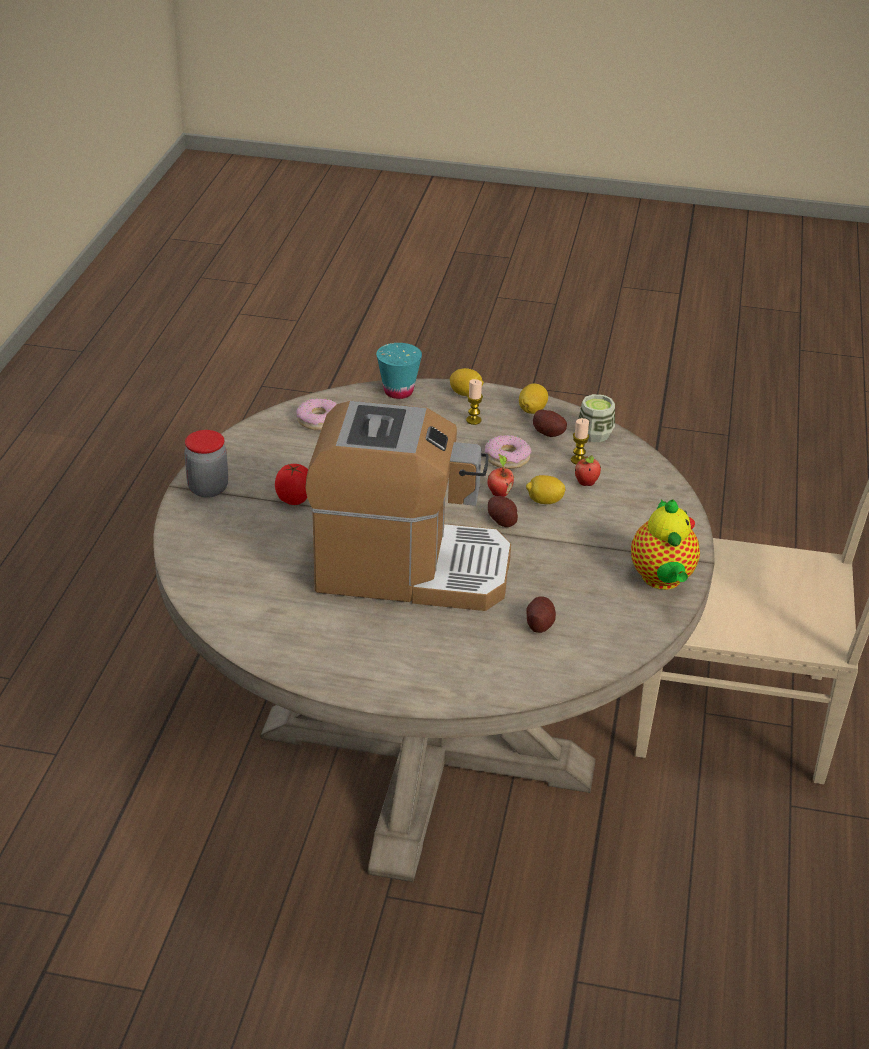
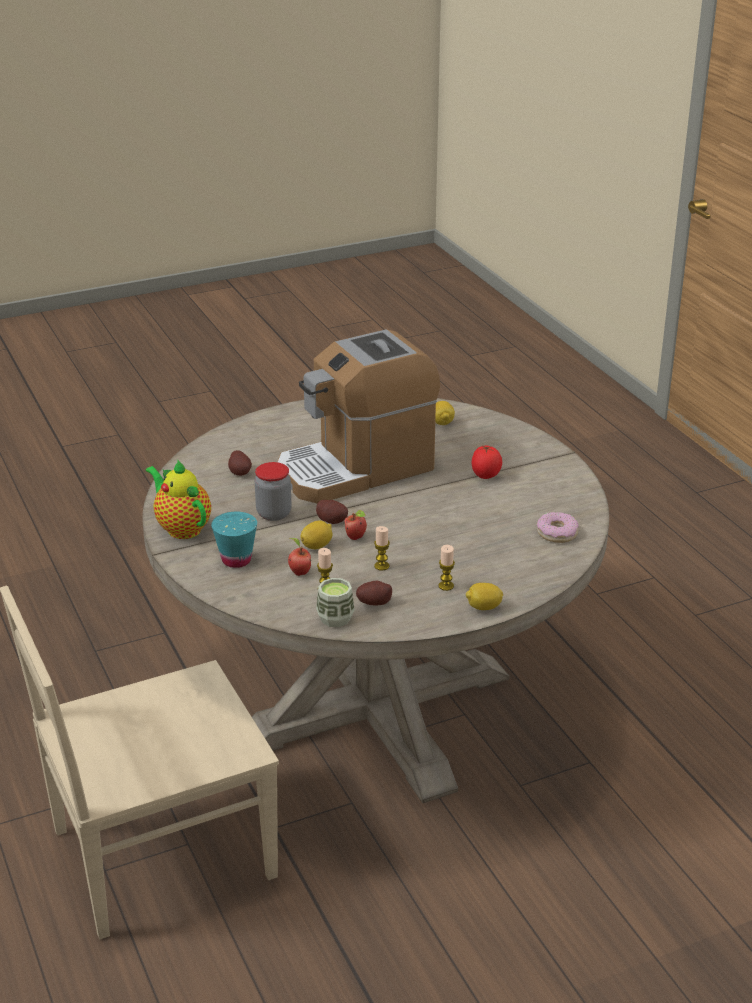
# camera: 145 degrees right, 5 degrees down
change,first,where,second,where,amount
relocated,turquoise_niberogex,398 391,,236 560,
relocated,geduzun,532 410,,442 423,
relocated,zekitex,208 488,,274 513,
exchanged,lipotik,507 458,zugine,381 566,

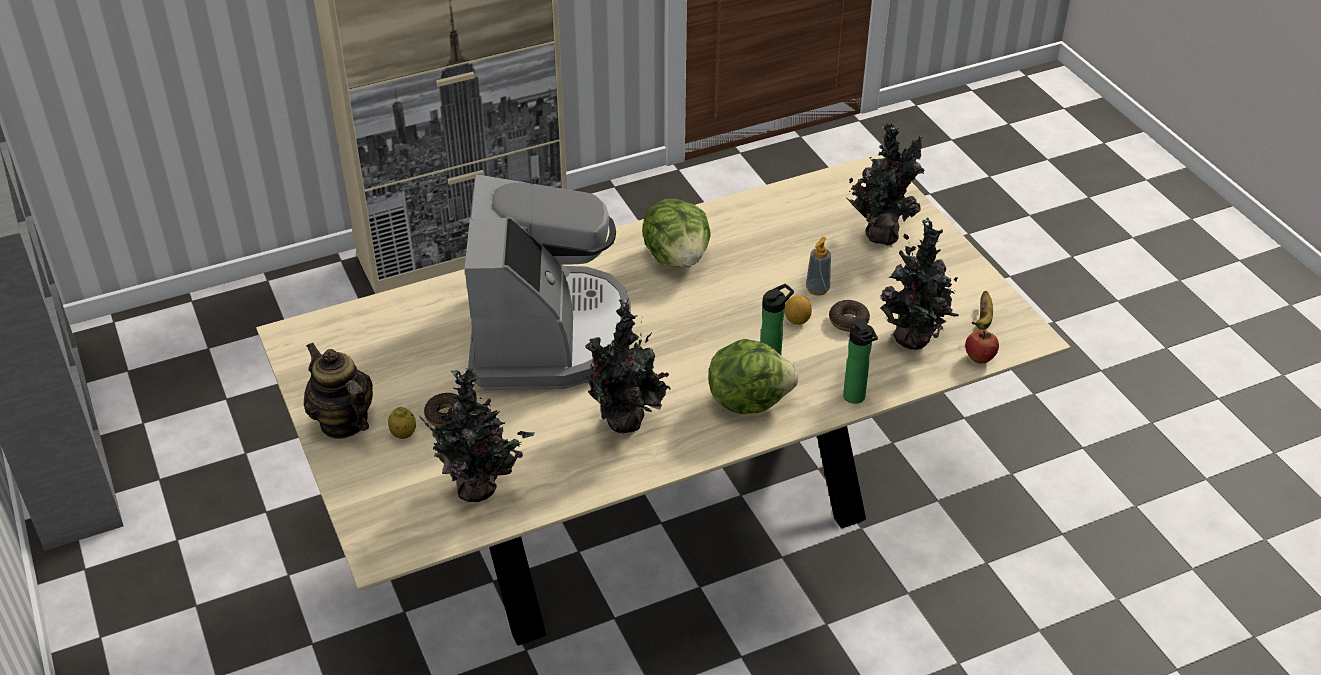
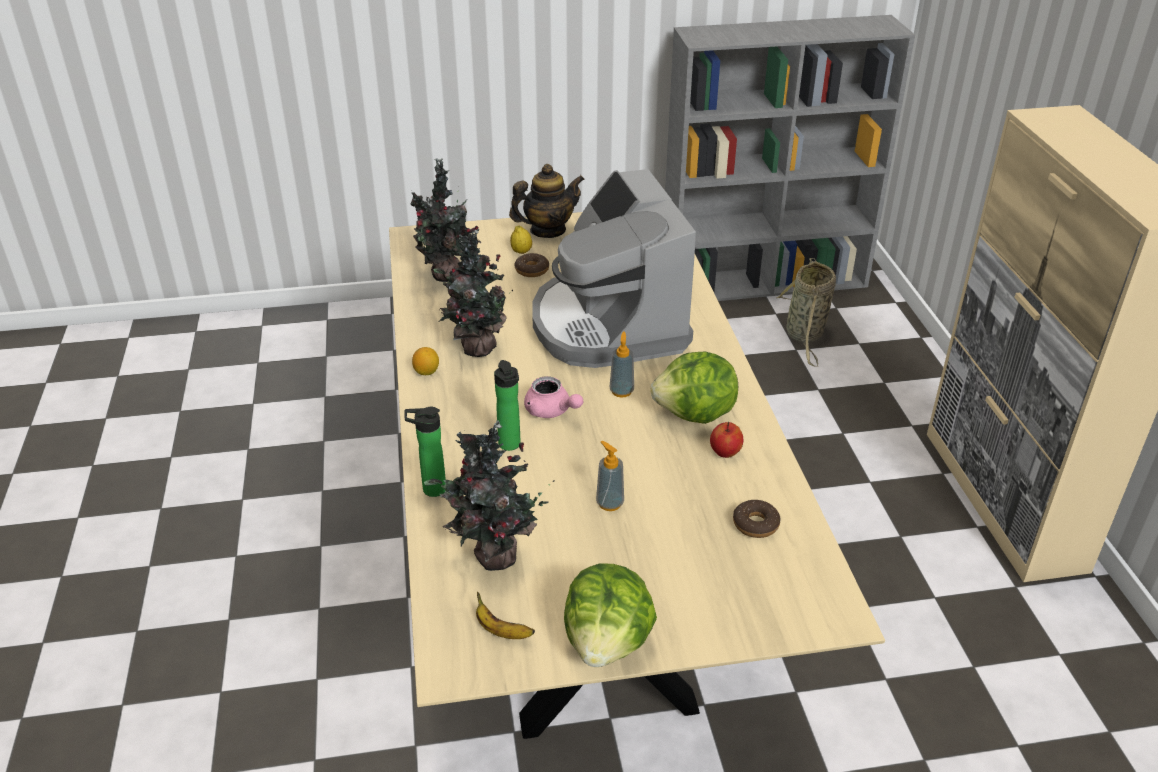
# camera: 105 degrees right, 5 degrees down
change,first,where,second,where,amount
missing,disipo,882 234,,,
spun,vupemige,547 334,,608 325,60 degrees clockwise
relocated,geduzun,797 320,,426 372,
relocated,lipotik,848 321,,755 524,
relocated,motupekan,979 358,,725 452,
relocated,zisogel,748 399,,608 642,
appeared,,,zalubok,805 335,
appeared,,,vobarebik,621 391,
appeared,,,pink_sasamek,551 411,

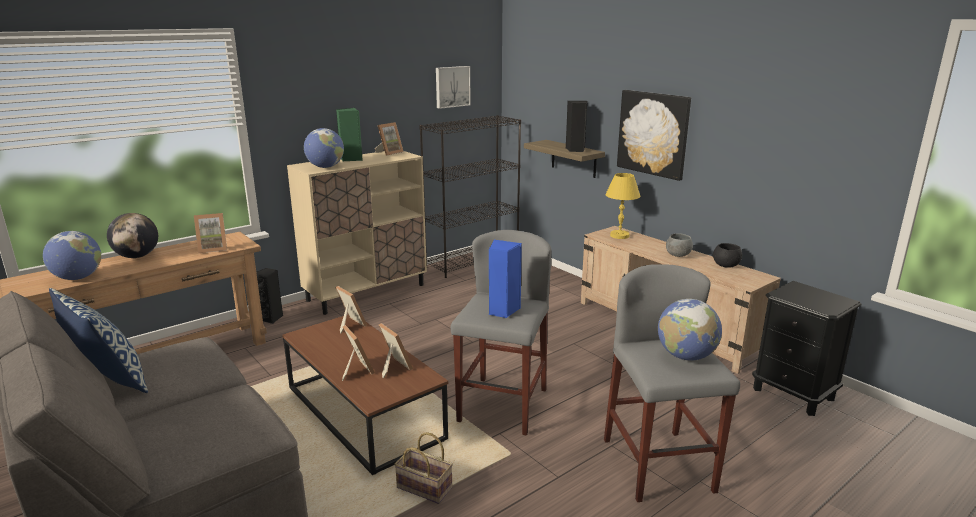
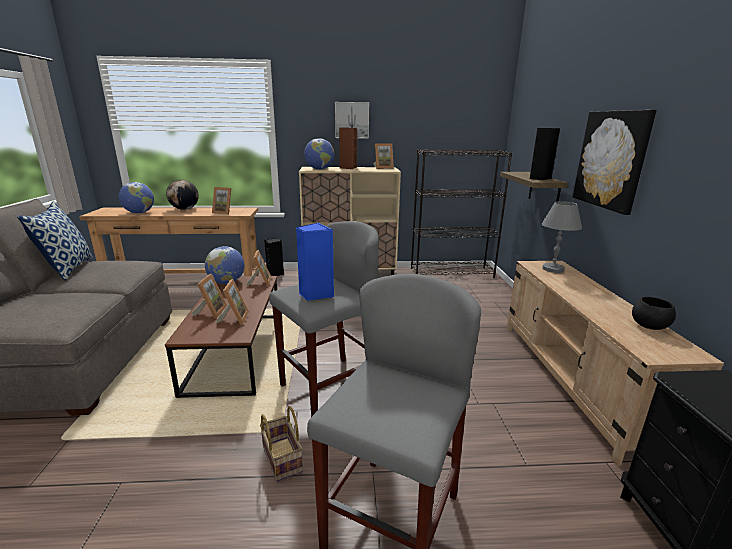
# camera: 35 degrees right, 0 degrees up
change,first,where,second,where,amount
relocated,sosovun,452 86,,351 120,
colour,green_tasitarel,351 159,brown_tasitarel,348 168,
colour,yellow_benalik,619 235,grey_benalik,552 269,
missing,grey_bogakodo,677 255,,,
relocated,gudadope,686 356,,227 282,
relocated,zalubok,422 488,,280 458,

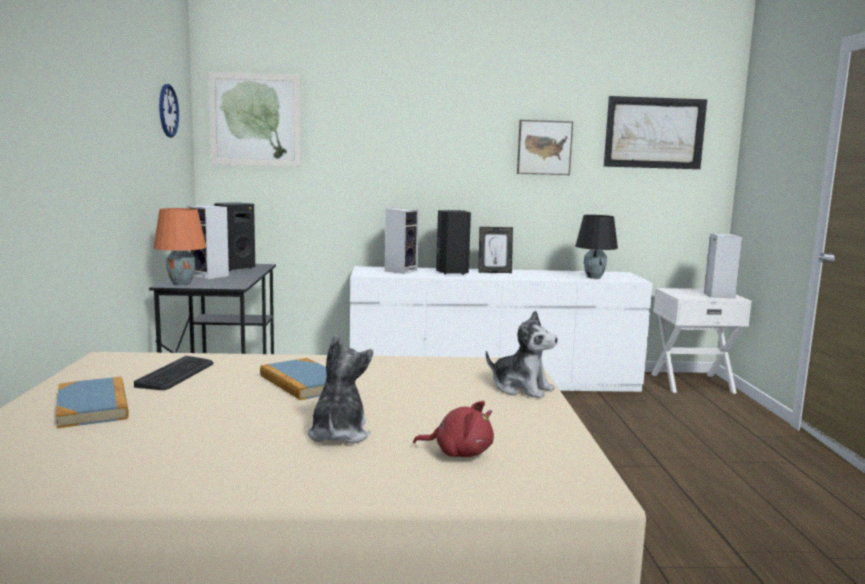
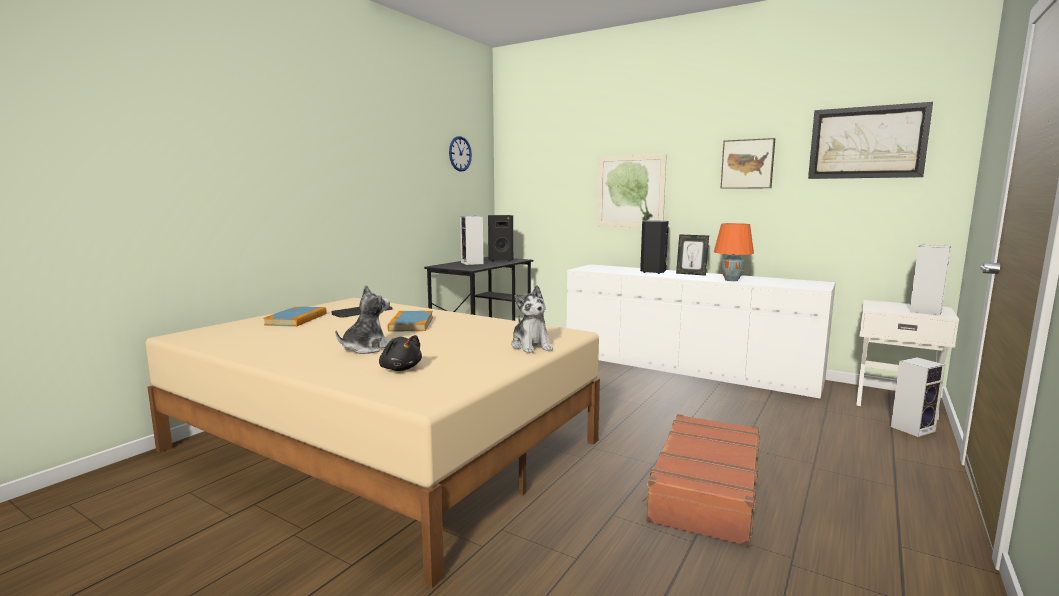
# camera: 35 degrees right, 0 degrees up
change,first,where,second,where,amount
relocated,sosovun,255 120,,630 191,
relocated,orange_benalik,182 284,,732 280,
relocated,tasitarel,401 271,,913 428,
missing,black_benalik,594 277,,,
colour,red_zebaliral,459 453,black_zebaliral,400 369,
appeared,,,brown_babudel,704 490,

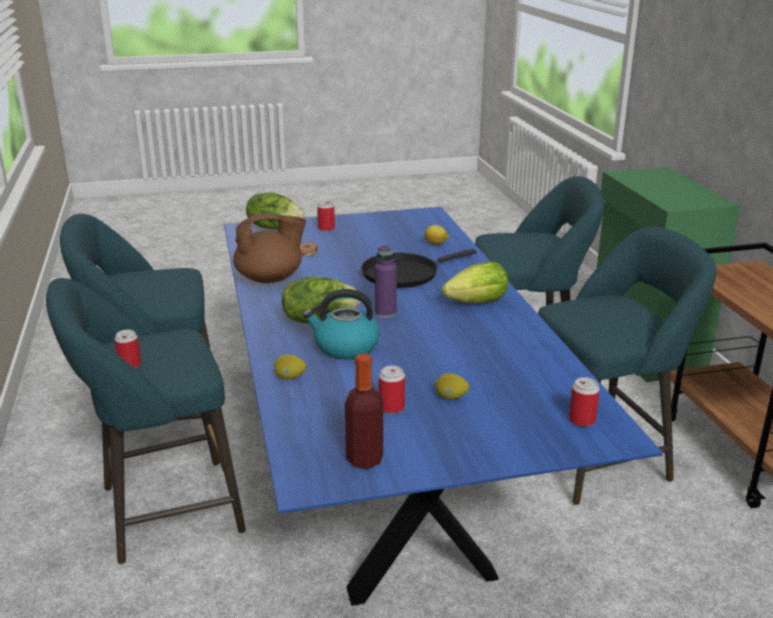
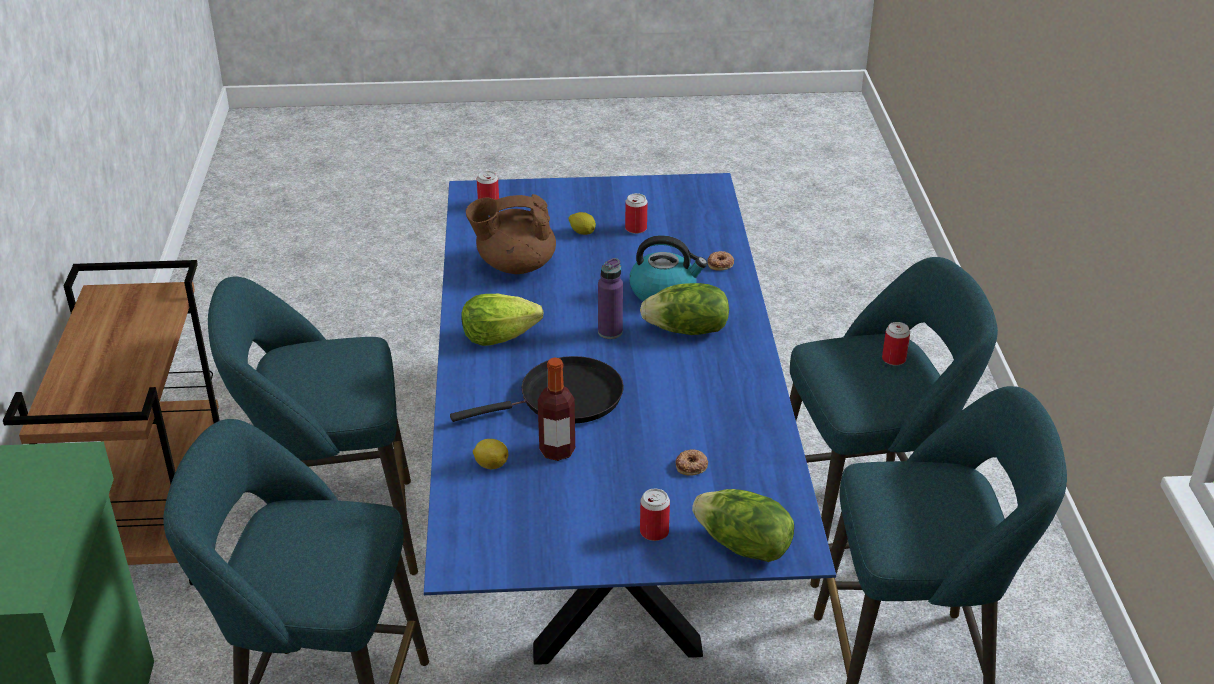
# camera: 170 degrees left, 10 degrees up
change,first,where,second,where,amount
relocated,brown_sasamek,270 278,,515 265,
relocated,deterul,364 459,,557 451,
exchanged,geduzun,290 377,lipotik,720 264,

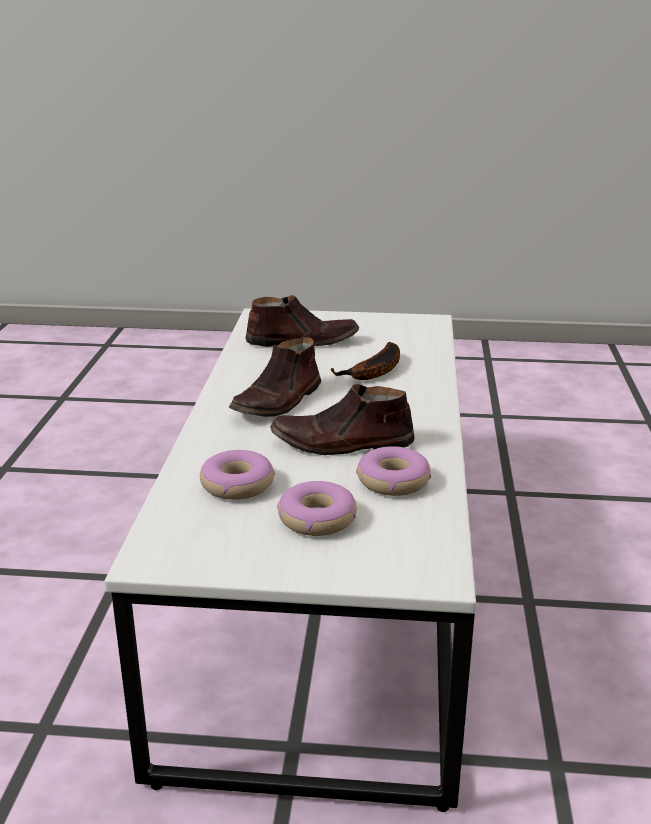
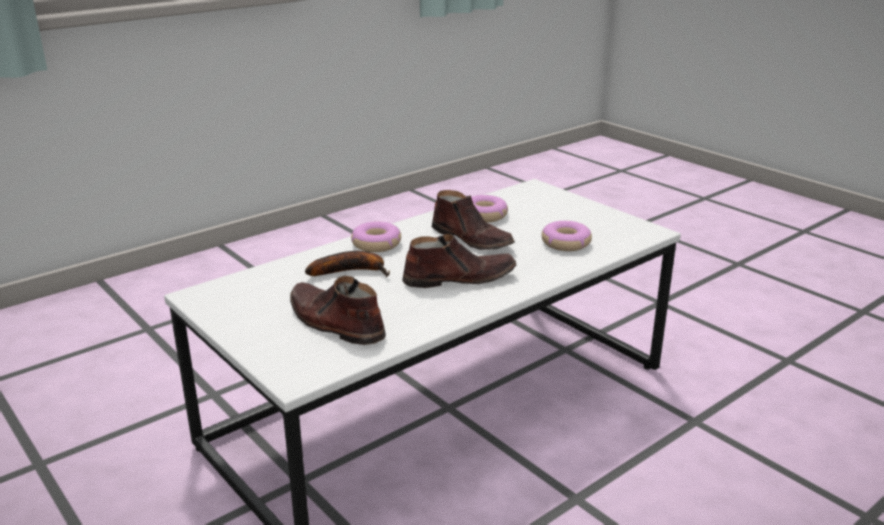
# camera: 135 degrees left, 0 degrees up
change,first,where,second,where,amount
relocated,lipotik,317 519,,376 244,

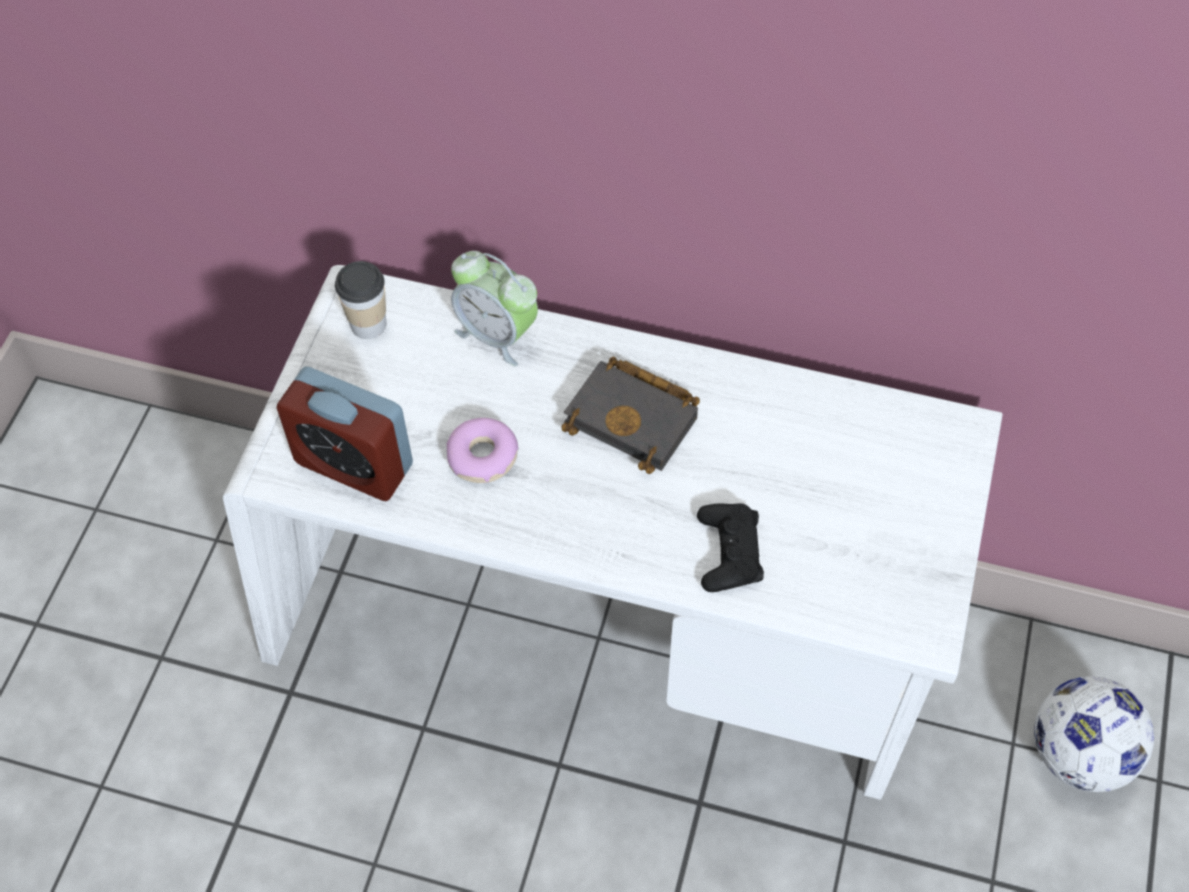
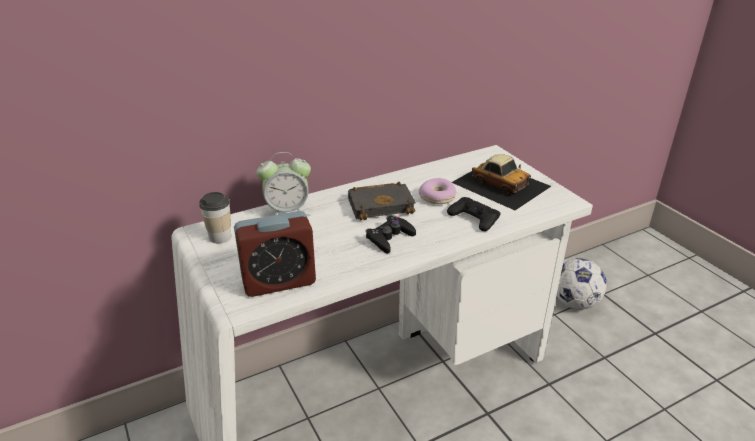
# camera: 45 degrees left, 25 degrees down
change,first,where,second,where,amount
relocated,lipotik,483 457,,437 197,
appeared,,,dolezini,500 184,
appeared,,,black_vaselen,389 238,

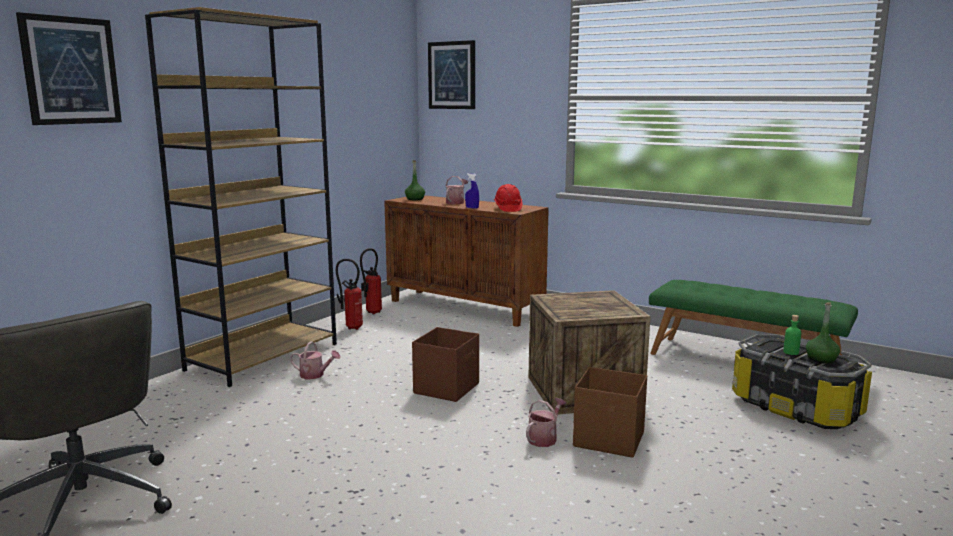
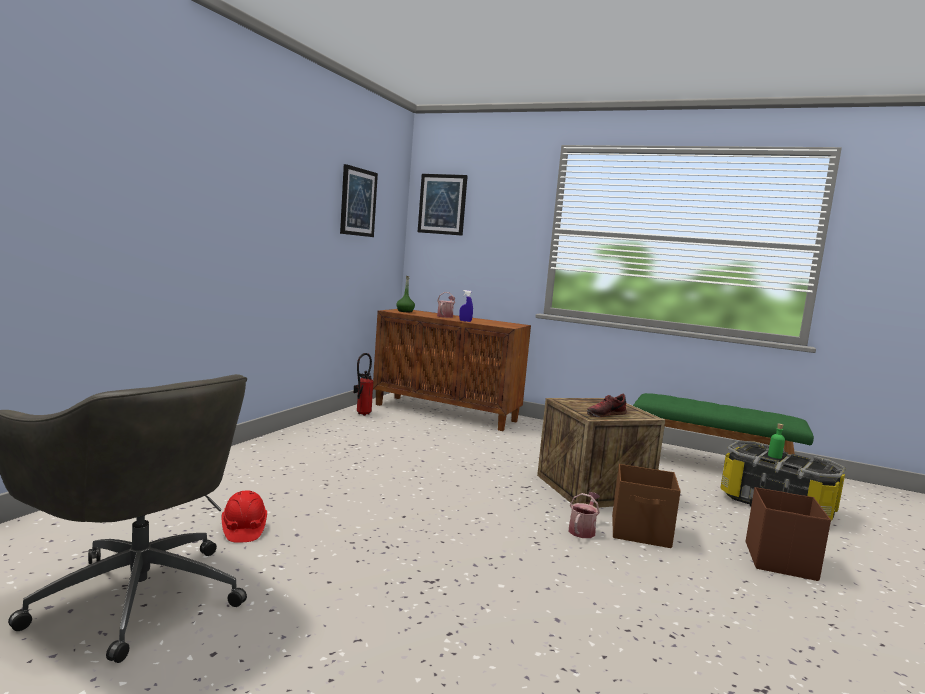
# camera: 10 degrees left, 5 degrees down
change,first,where,second,where,amount
missing,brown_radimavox,263 356,,,
relocated,sosovun,71 71,,358 202,
relocated,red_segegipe,508 209,,243 529,
missing,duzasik,351 327,,,
missing,green_deterul,821 359,,,
relocated,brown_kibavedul,447 388,,780 560,
missing,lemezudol,315 375,,,
appeared,,,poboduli,605 414,

